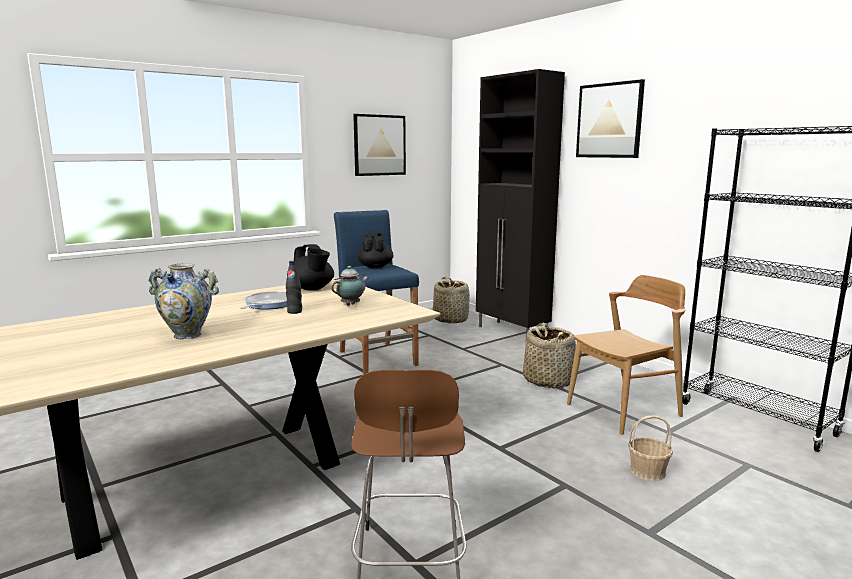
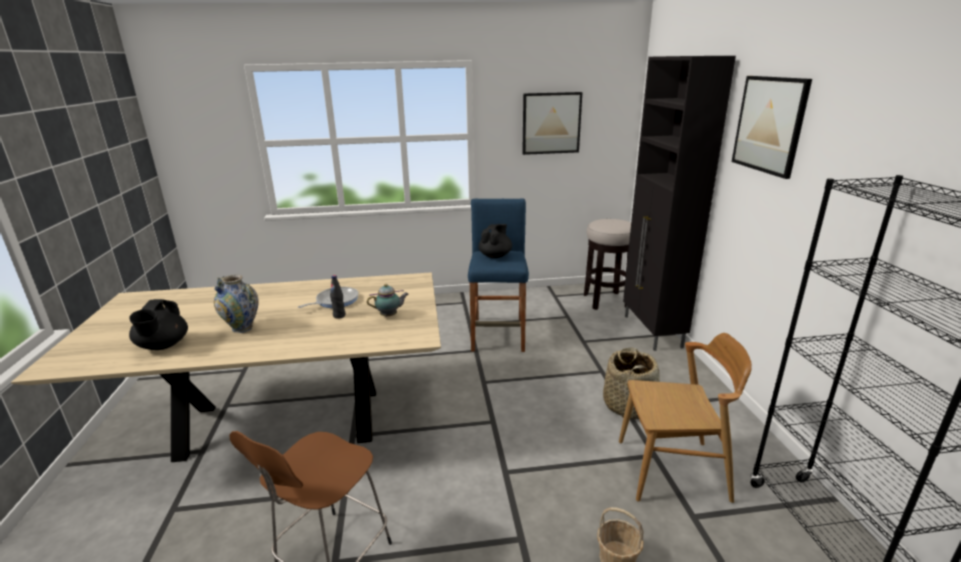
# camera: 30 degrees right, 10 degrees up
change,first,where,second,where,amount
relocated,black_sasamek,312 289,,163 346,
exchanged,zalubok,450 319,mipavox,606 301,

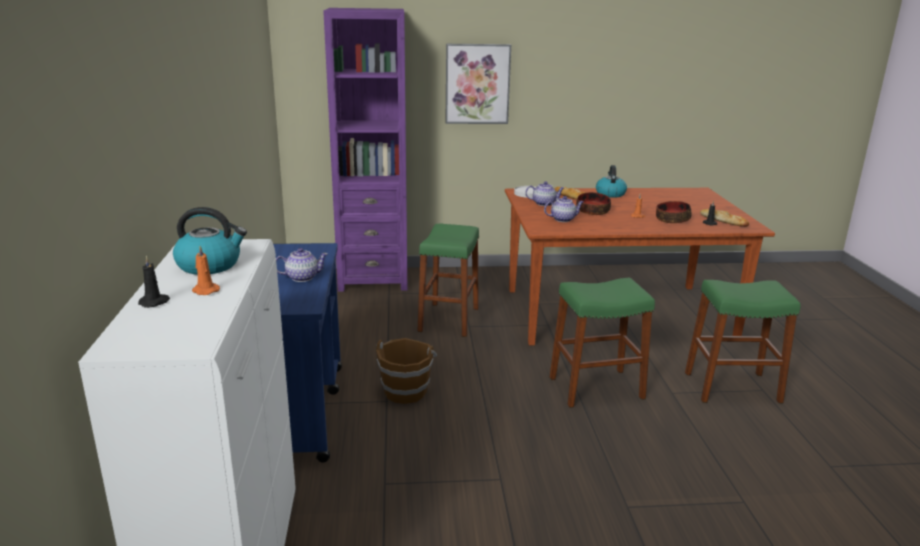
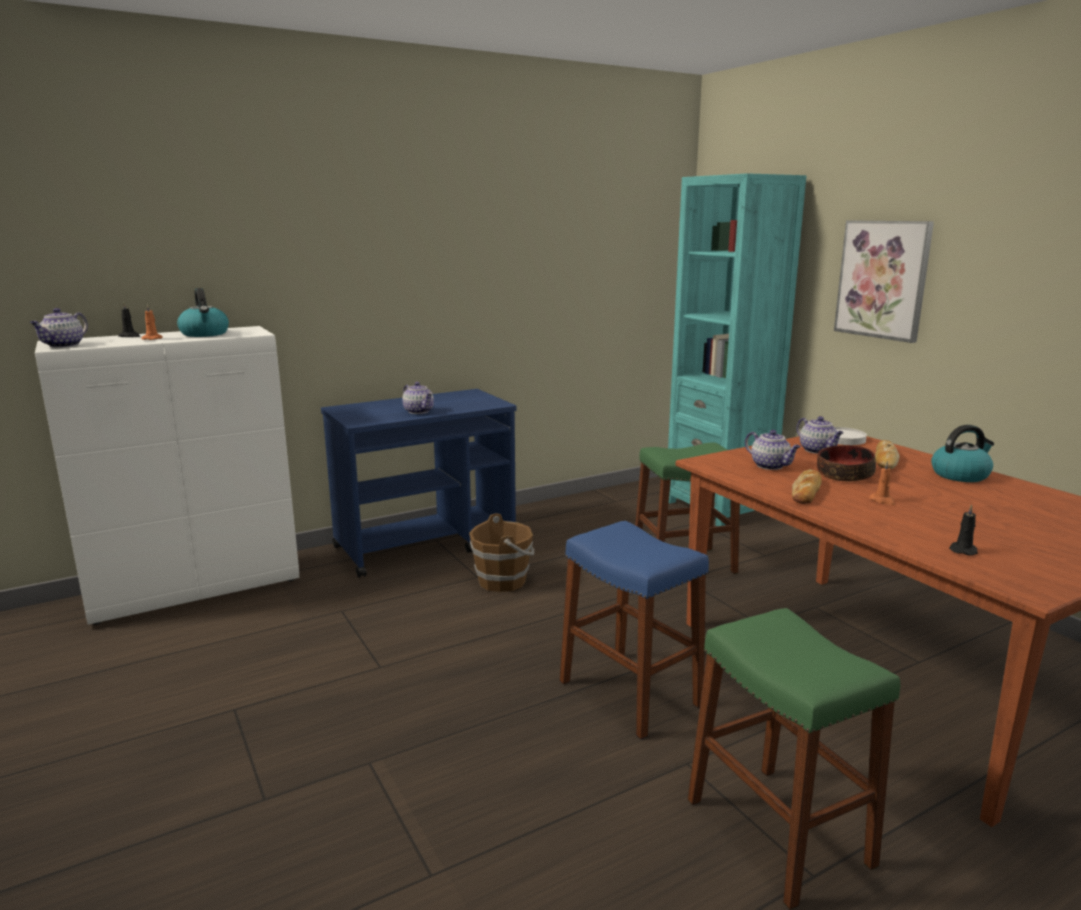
# camera: 65 degrees right, 5 degrees down
change,first,where,second,where,amount
colour,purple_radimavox,373 279,turquoise_radimavox,718 507,
missing,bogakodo,672 219,,,
relocated,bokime,723 221,,806 491,
colour,green_mipavox,596 388,blue_mipavox,629 693,
appeared,,,sasamek,63 345,

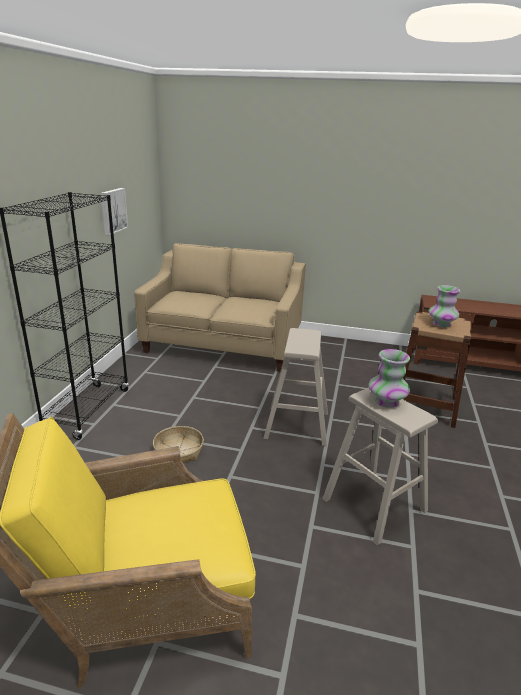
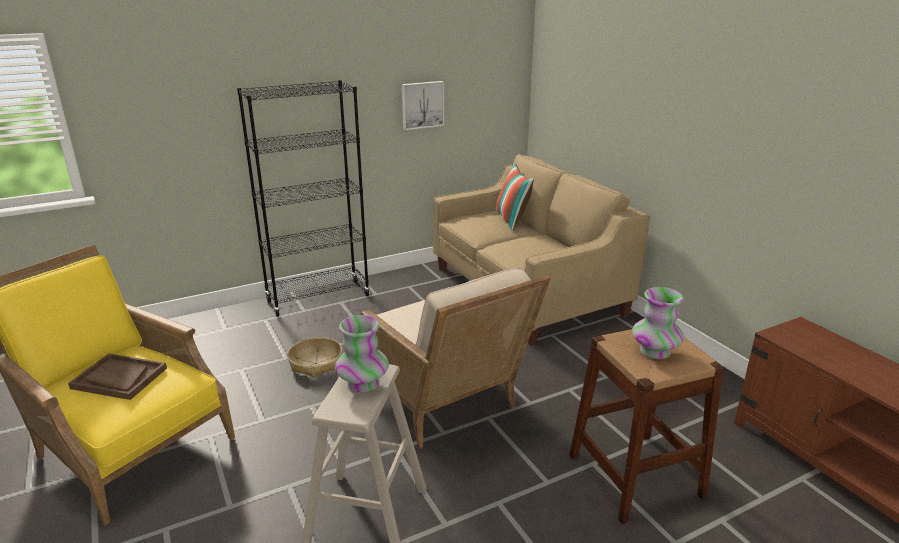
# camera: 50 degrees right, 0 degrees up
change,first,where,second,where,amount
exchanged,beige_mipavox,297 425,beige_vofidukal,443 402,
appeared,,,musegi,512 220,
appeared,,,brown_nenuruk,119 378,

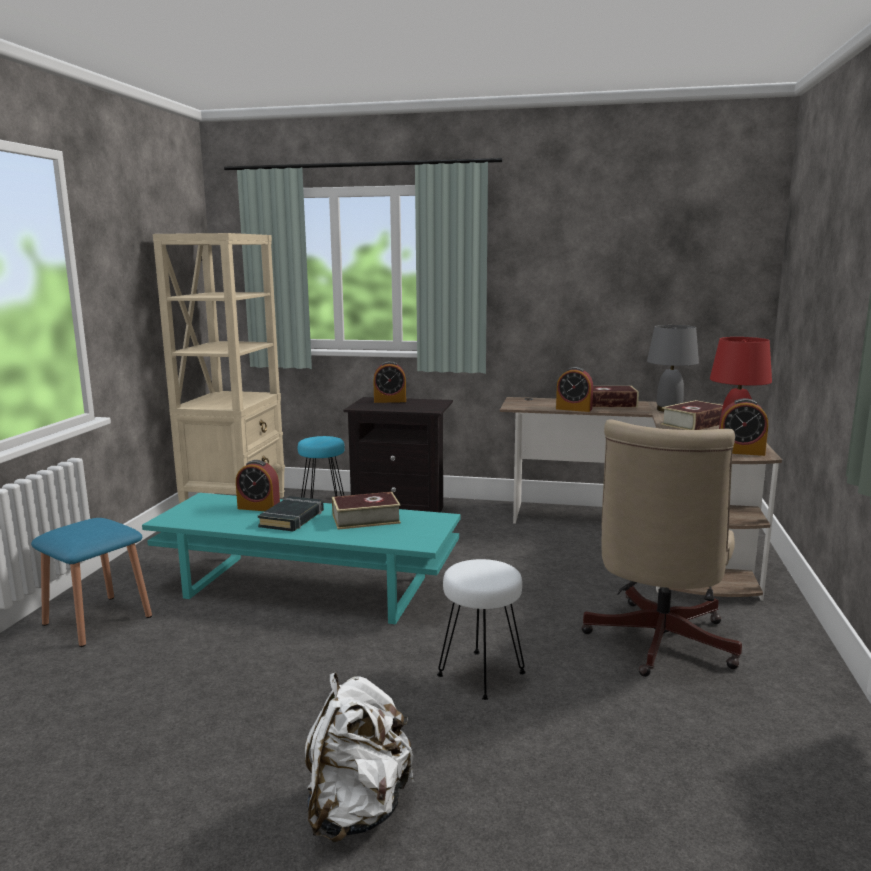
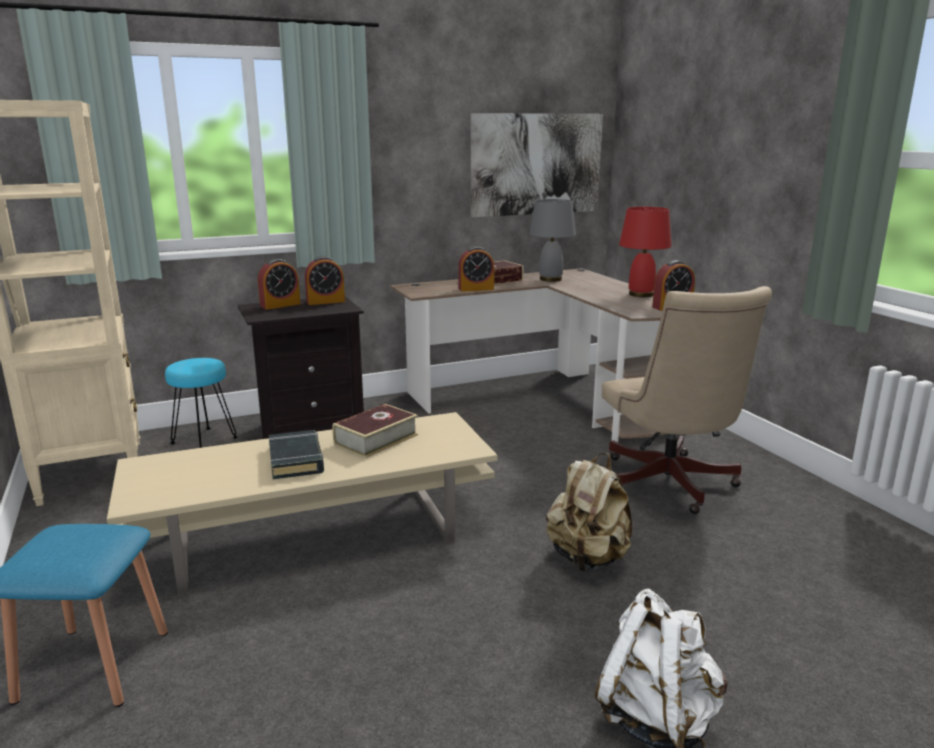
# camera: 35 degrees left, 5 degrees up
change,first,where,second,where,amount
missing,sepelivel,694 424,,,
relocated,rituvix,259 507,,325 301,
colour,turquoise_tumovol,308 587,beige_tumovol,316 534,
exchanged,white_mipavox,481 675,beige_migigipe,588 558,
appeared,,,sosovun,536 164,

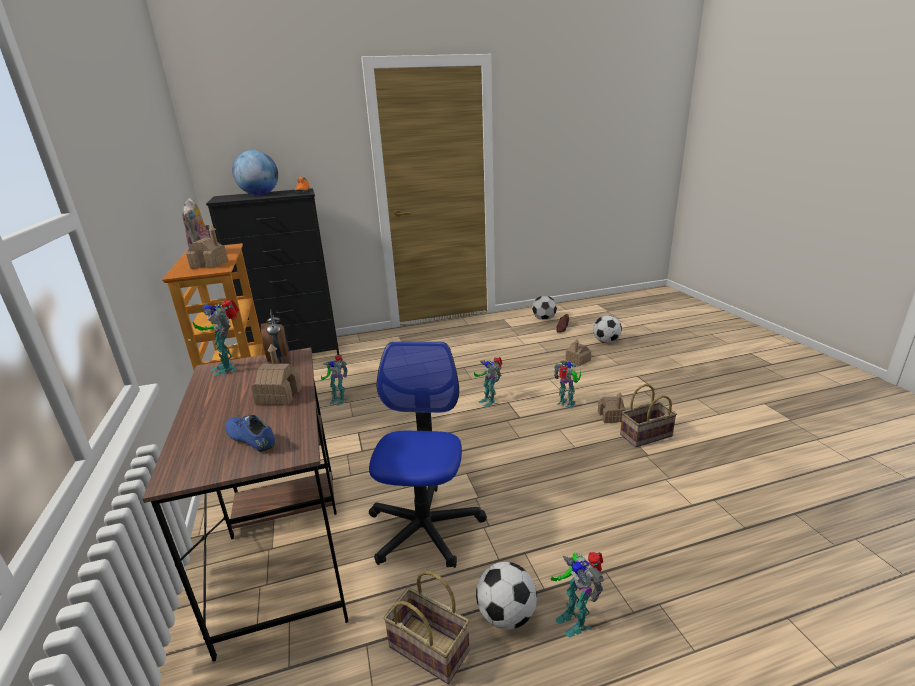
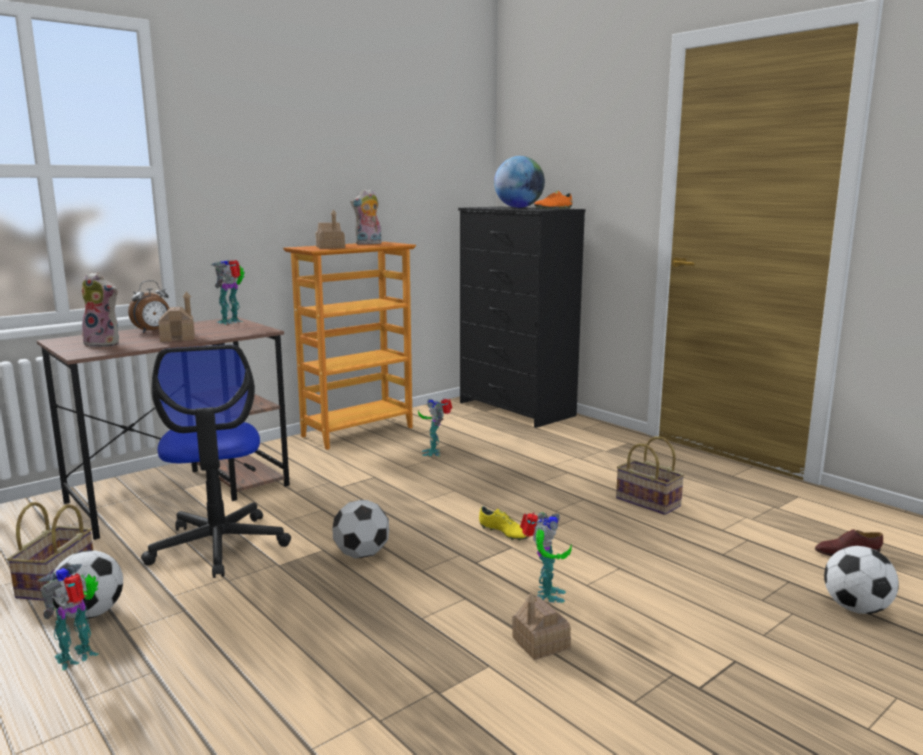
# camera: 65 degrees right, 10 degrees down
change,first,where,second,where,amount
relocated,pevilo,544 319,,361 555,
relocated,rituvix,279 358,,153 331,
missing,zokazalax,578 360,,,
spun,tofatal,424 528,,218 546,90 degrees clockwise
exchanged,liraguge,489 401,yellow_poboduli,503 533,
relocated,zalubok,645 436,,646 502,
exchanged,blue_poboduli,251 439,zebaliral,105 344,

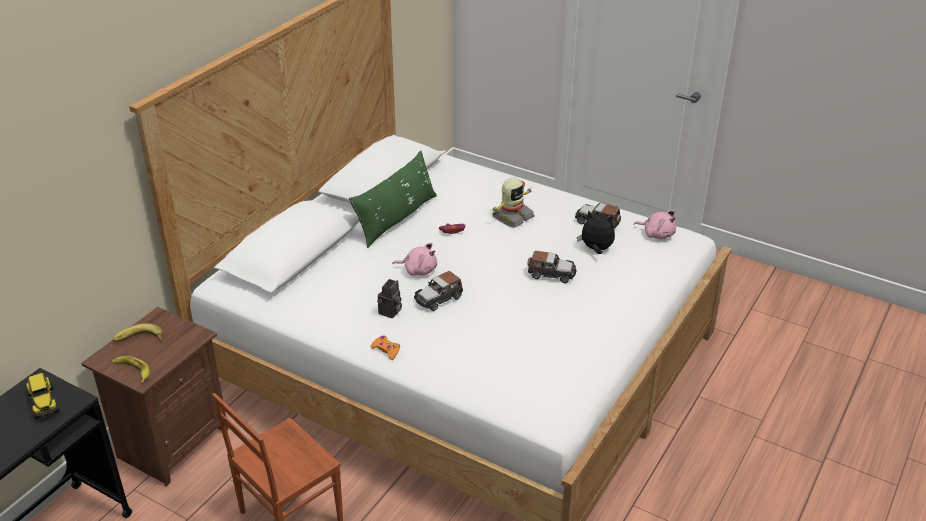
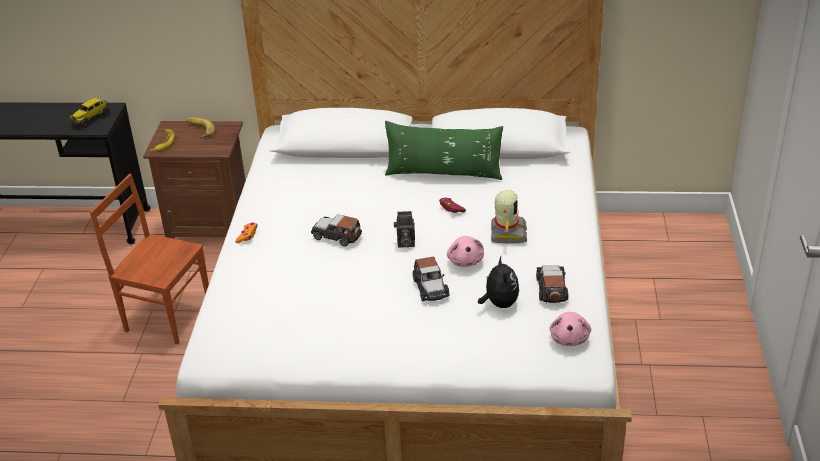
# camera: 65 degrees right, 0 degrees up
change,first,where,second,where,amount
spun,liraguge,512 217,,507 233,105 degrees counterclockwise
relocated,pink_zebaliral,418 270,,465 260,
relocated,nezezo,390 312,,405 243,

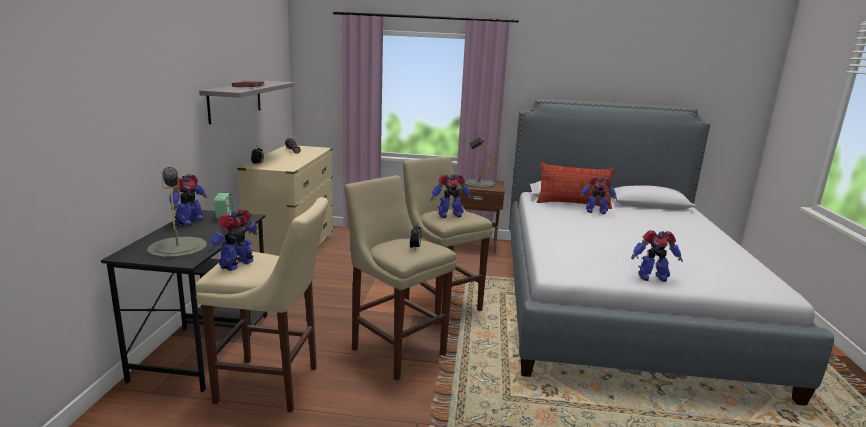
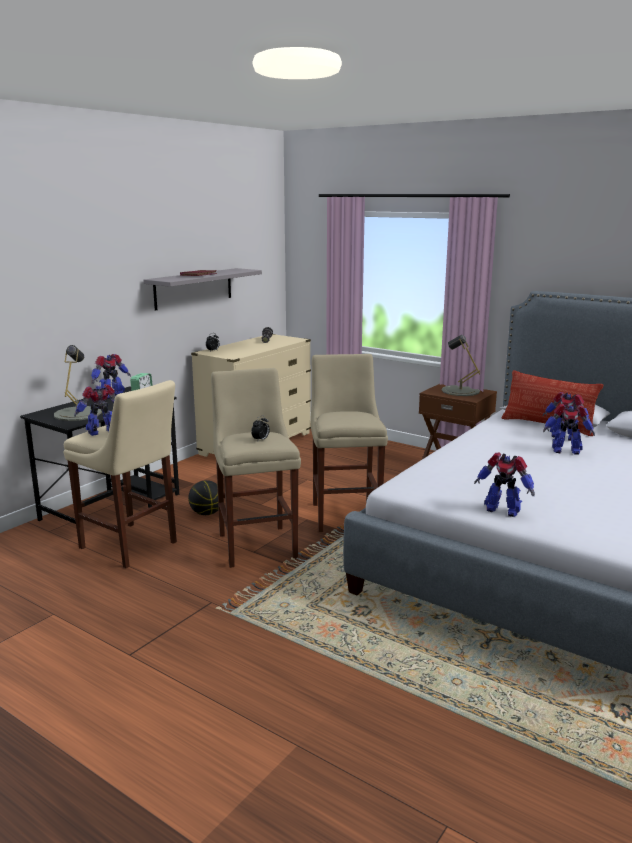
# camera: 30 degrees right, 0 degrees up
change,first,where,second,where,amount
relocated,liraguge,449 215,,565 451,
appeared,,,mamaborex,207 513,

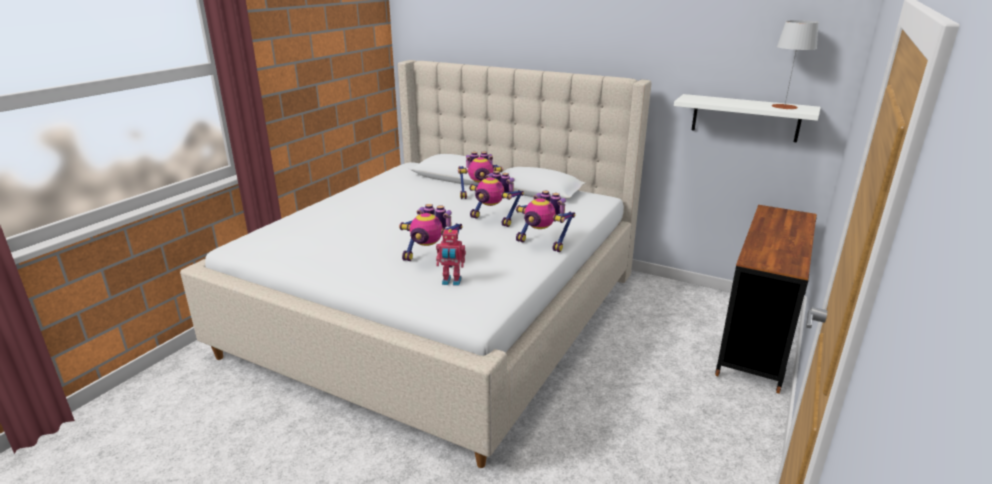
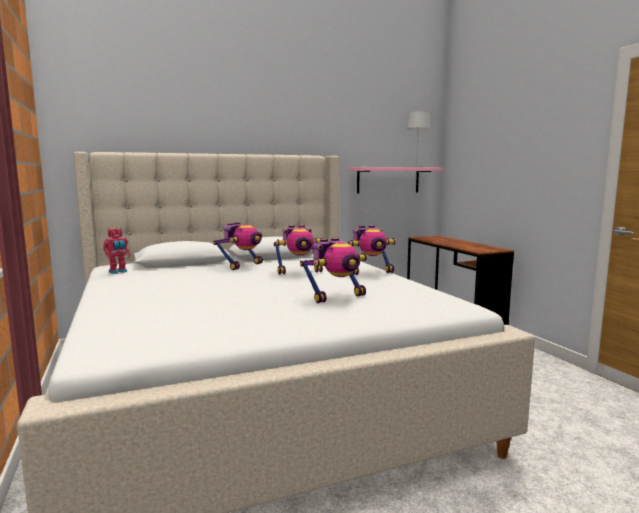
# camera: 50 degrees left, 15 degrees down
change,first,where,second,where,amount
colour,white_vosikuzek,745 118,pink_vosikuzek,388 180,
relocated,liraguge,451 282,,118 272,

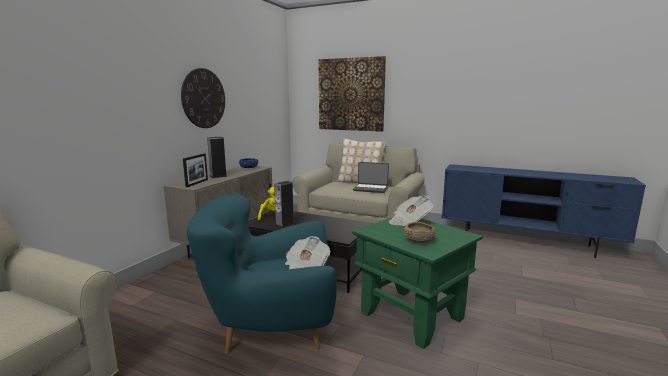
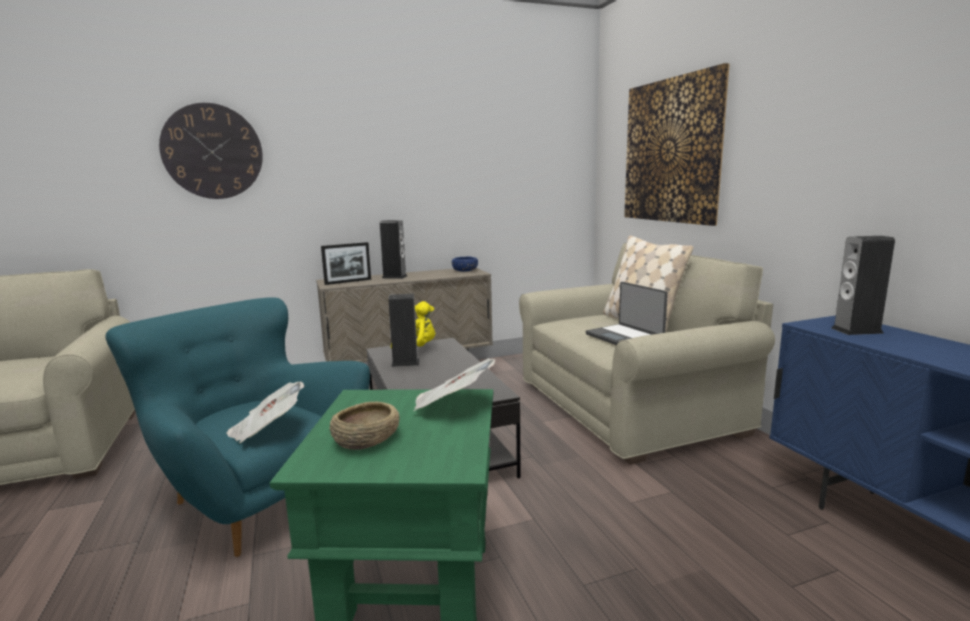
# camera: 45 degrees right, 0 degrees up
change,first,where,second,where,amount
relocated,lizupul,203 98,,212 151,
appeared,,,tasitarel,856 330,

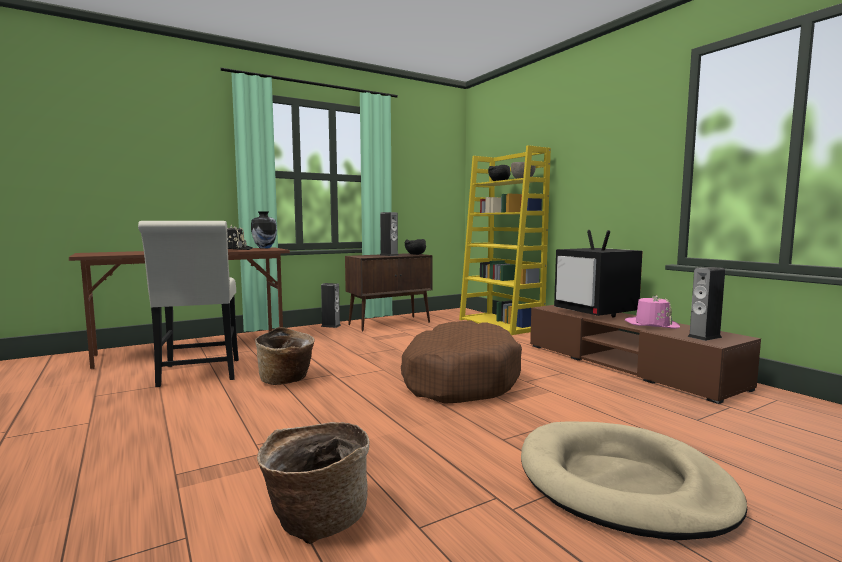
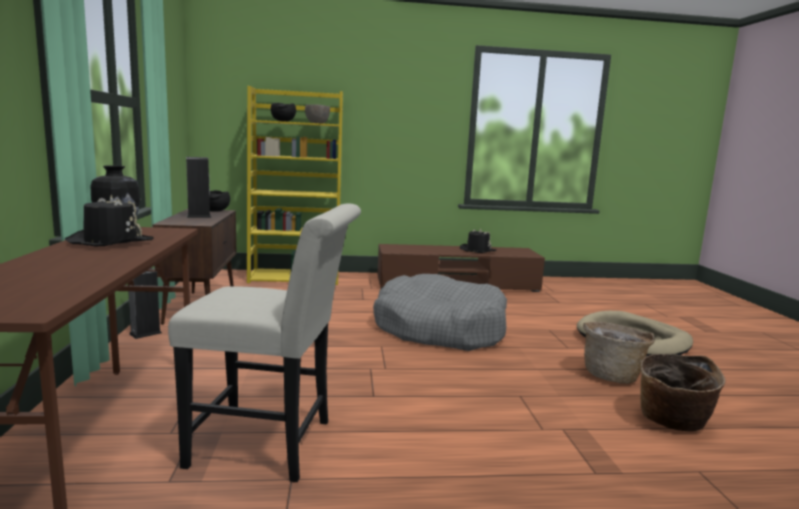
# camera: 65 degrees left, 5 degrees up
change,first,where,second,where,amount
missing,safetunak,596 313,,,
missing,tasitarel,704 337,,,
colour,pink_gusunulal,652 324,black_gusunulal,477 250,
colour,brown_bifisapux,458 379,grey_bifisapux,439 329,
relocated,zalubok,286 380,,612 375,

